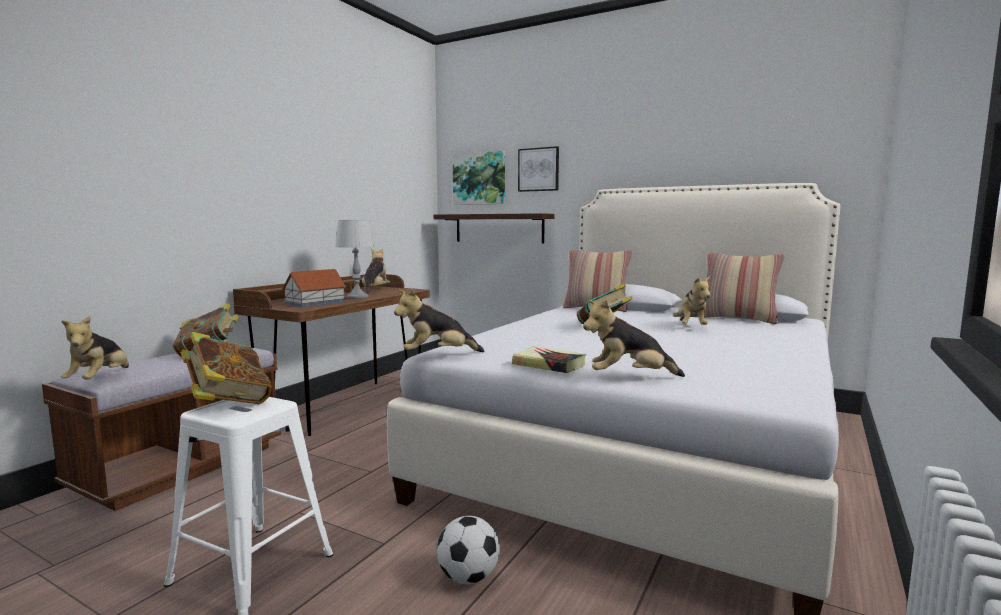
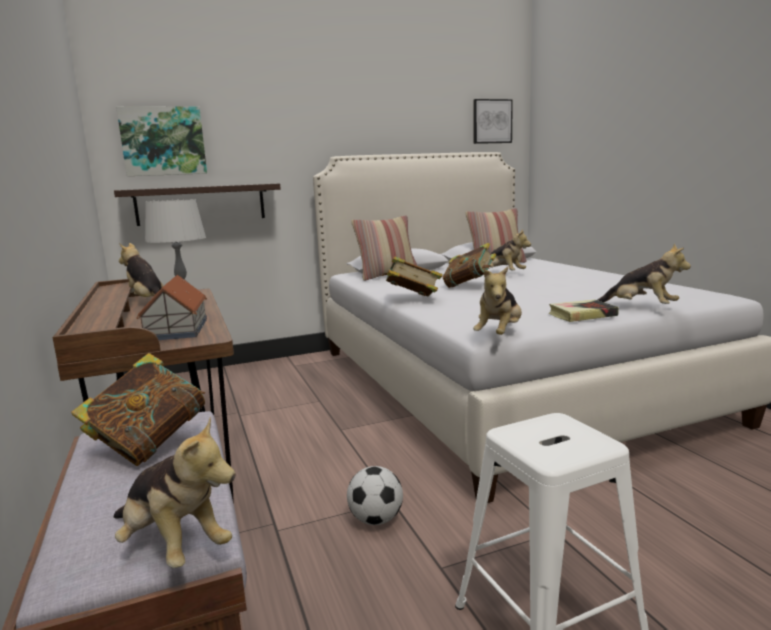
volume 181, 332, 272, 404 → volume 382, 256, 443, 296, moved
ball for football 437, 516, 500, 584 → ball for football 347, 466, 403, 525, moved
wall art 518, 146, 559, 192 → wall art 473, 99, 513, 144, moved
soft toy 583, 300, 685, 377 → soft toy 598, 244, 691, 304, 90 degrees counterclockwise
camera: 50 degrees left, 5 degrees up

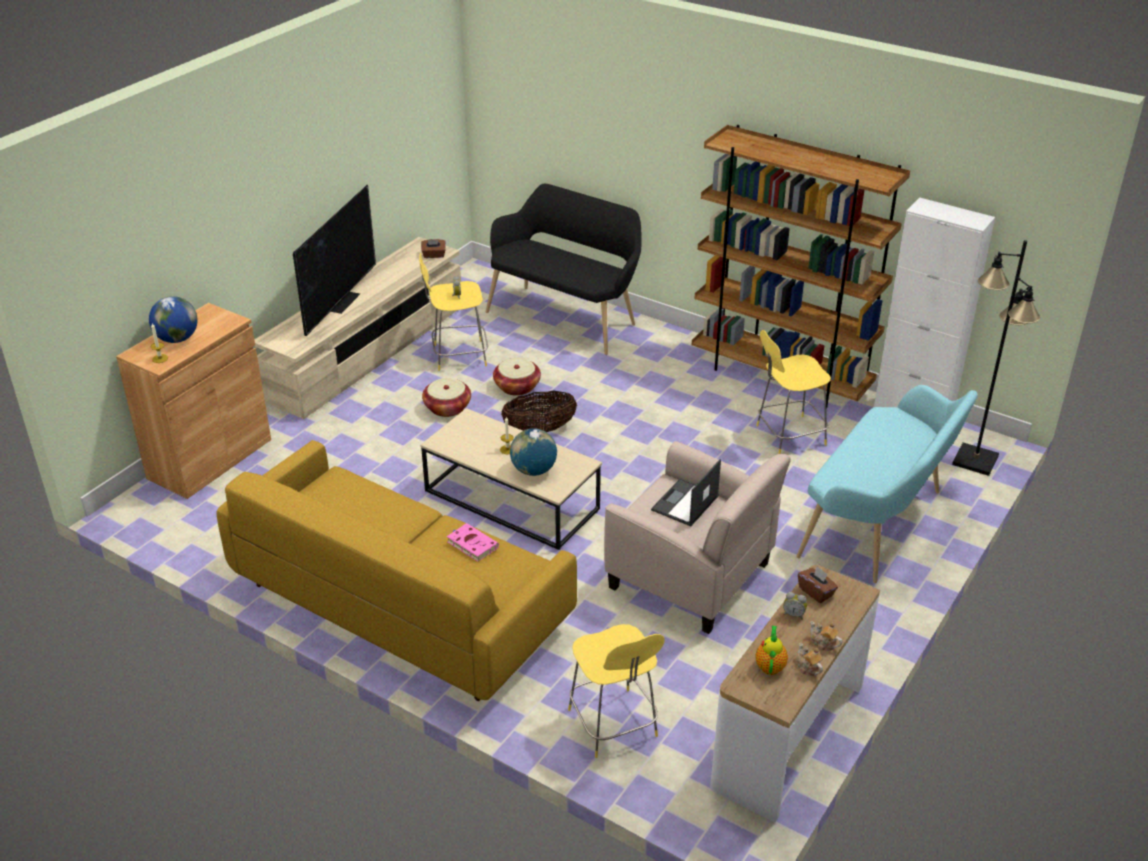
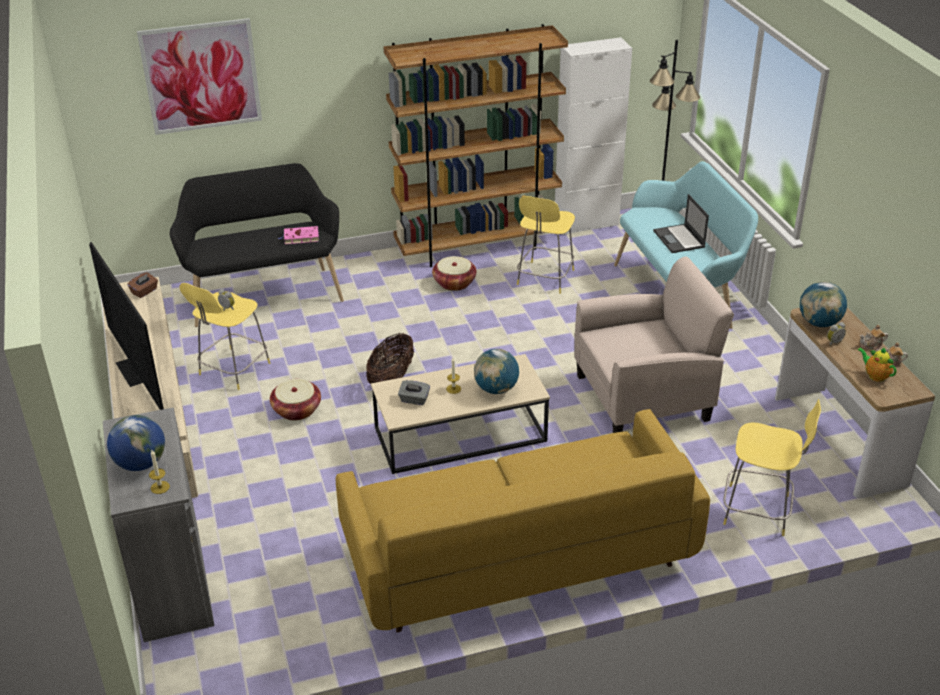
cupboard in brownish 116, 303, 271, 499 → cupboard in grey 103, 407, 215, 642
volume in pink 447, 523, 499, 562 → volume in pink 278, 226, 319, 244, moved
basket 493, 358, 541, 396 → basket 432, 256, 476, 291, moved
portable computer 651, 459, 721, 526 → portable computer 653, 194, 709, 253, moved
tissue holder in brownish 798, 566, 838, 603 → globe 800, 282, 847, 327
- → wall art 137, 18, 262, 135
- → tissue holder in grey 398, 380, 430, 405
camera: 50 degrees left, 0 degrees up

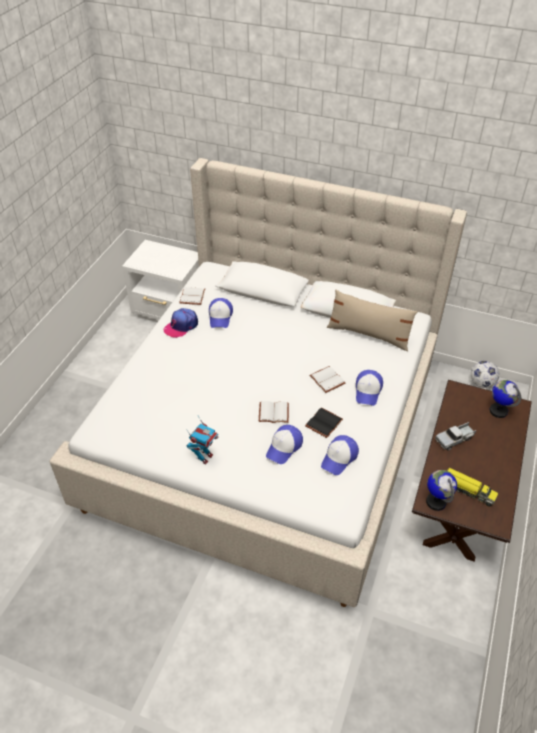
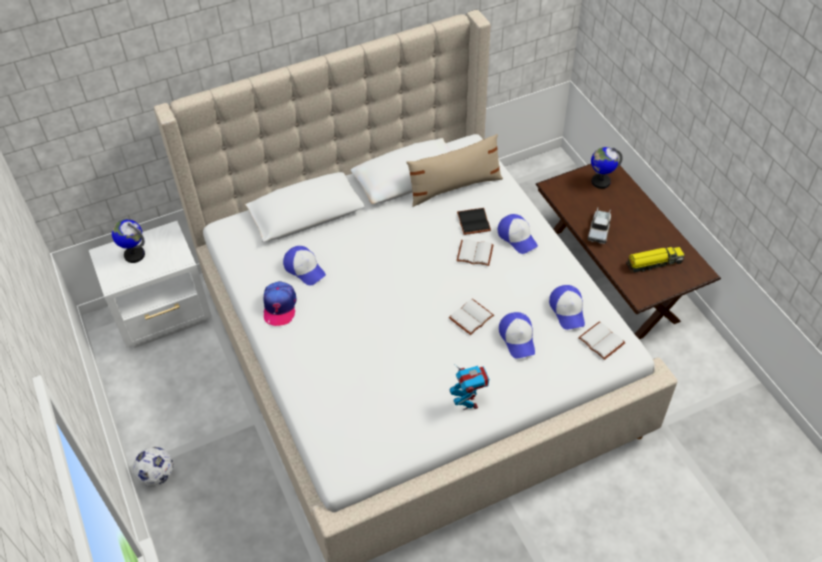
volume in whitish 179, 287, 205, 305 → volume in whitish 578, 322, 625, 360, moved
volume in black-coloured 305, 407, 343, 438 → volume in black-coloured 457, 208, 491, 235, moved
globe 426, 470, 457, 511 → globe 112, 219, 145, 263, moved
ball for football 471, 361, 499, 388 → ball for football 133, 447, 173, 487, moved
camera: 45 degrees left, 5 degrees up

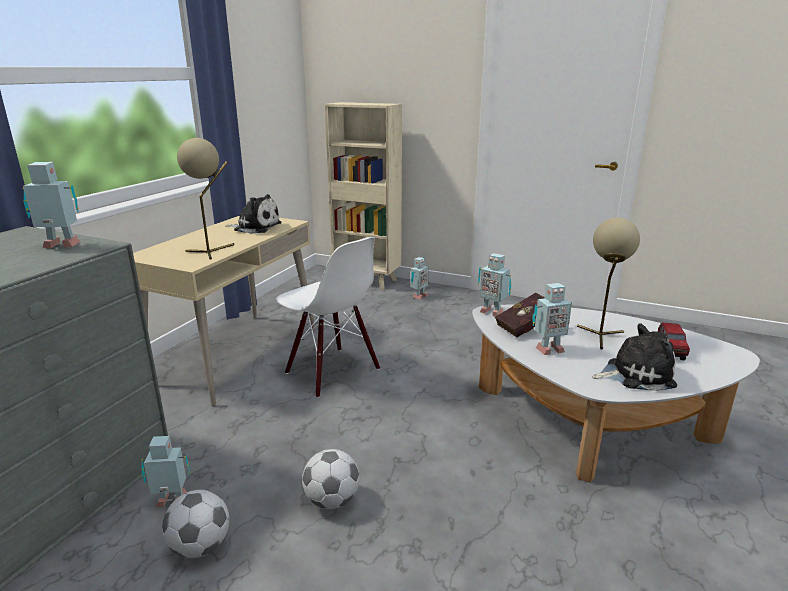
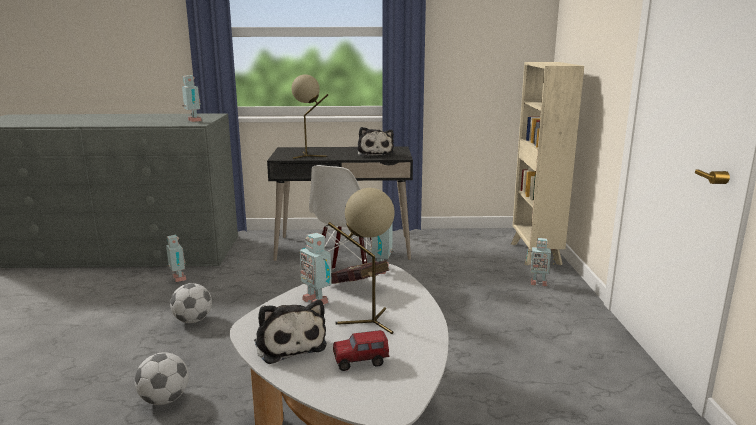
desk unit in beige-coloured 133, 216, 316, 407 → desk unit in black-coloured 267, 147, 413, 261
ball for football 162, 490, 229, 558 → ball for football 135, 352, 189, 405, moved
camera: 65 degrees right, 5 degrees down

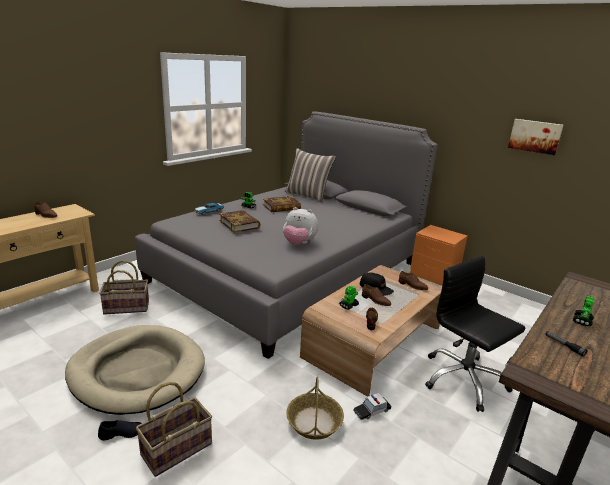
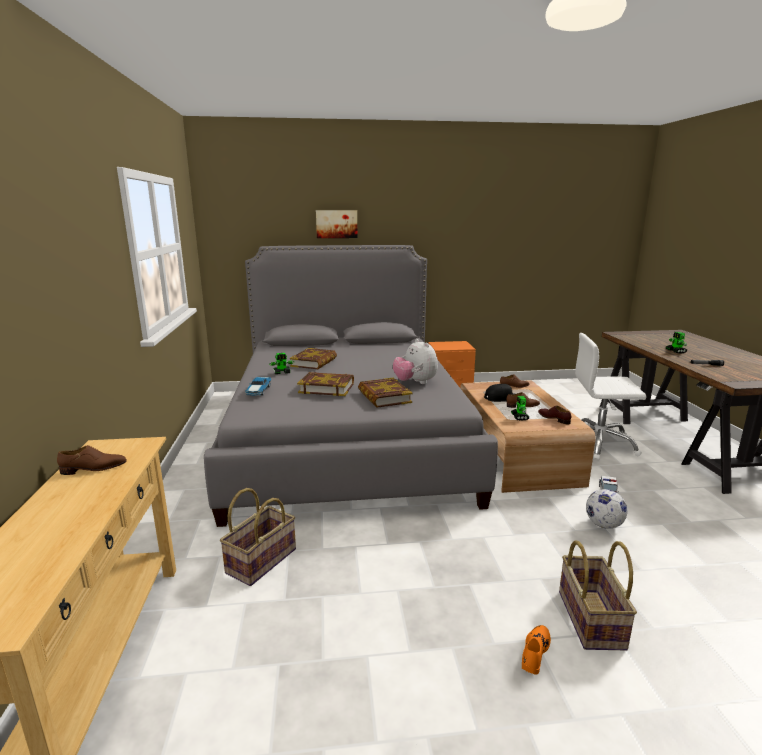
pet bed in beige-coloured 65, 325, 205, 415 → -
shoe in black-coloured 98, 420, 141, 441 → shoe in orange-coloured 522, 625, 551, 675
soft toy 283, 207, 318, 245 → soft toy 393, 339, 438, 384, 90 degrees clockwise
cushion 285, 148, 336, 202 → -
basket 286, 377, 344, 440 → ball for football 586, 489, 628, 529
office chair in black-coloured 425, 256, 525, 412 → office chair in whitish 575, 333, 647, 460
wall art 508, 119, 563, 155 → wall art 316, 210, 358, 238, moved
- → volume 358, 378, 413, 408
camera: 45 degrees left, 5 degrees down

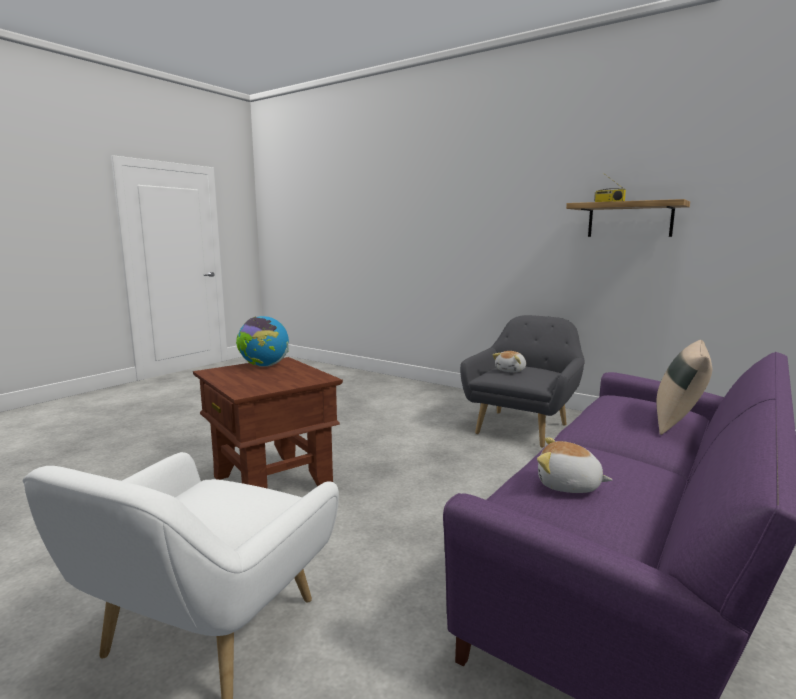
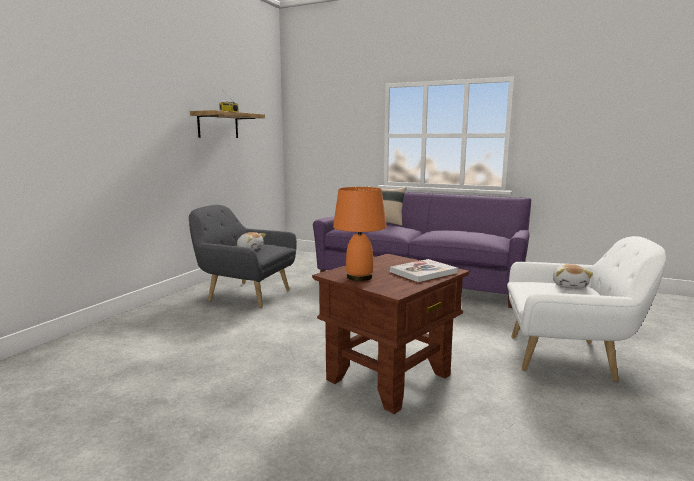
globe 236, 316, 289, 367 → table lamp in orange-coloured 333, 187, 387, 281
soft toy 537, 437, 612, 493 → soft toy 553, 264, 593, 289, moved
- → volume 390, 259, 458, 282
camera: 100 degrees left, 0 degrees up

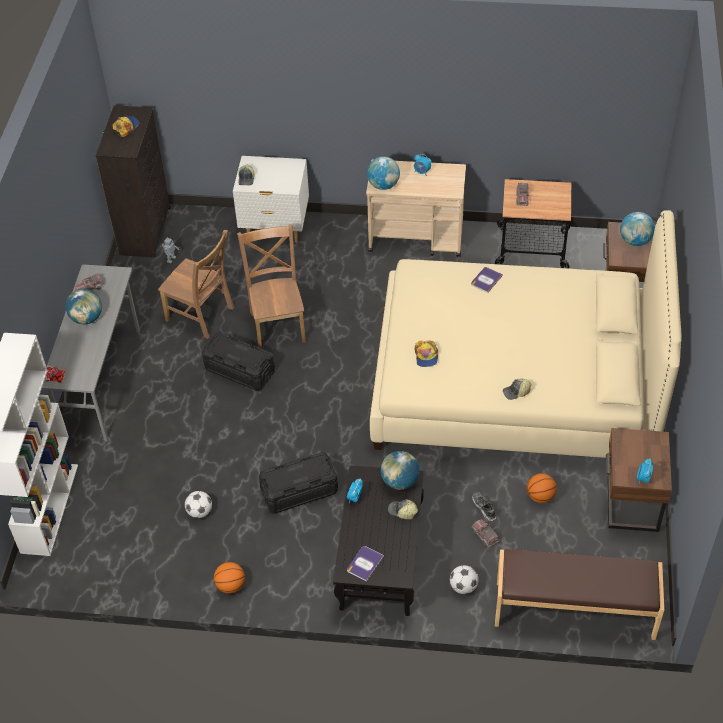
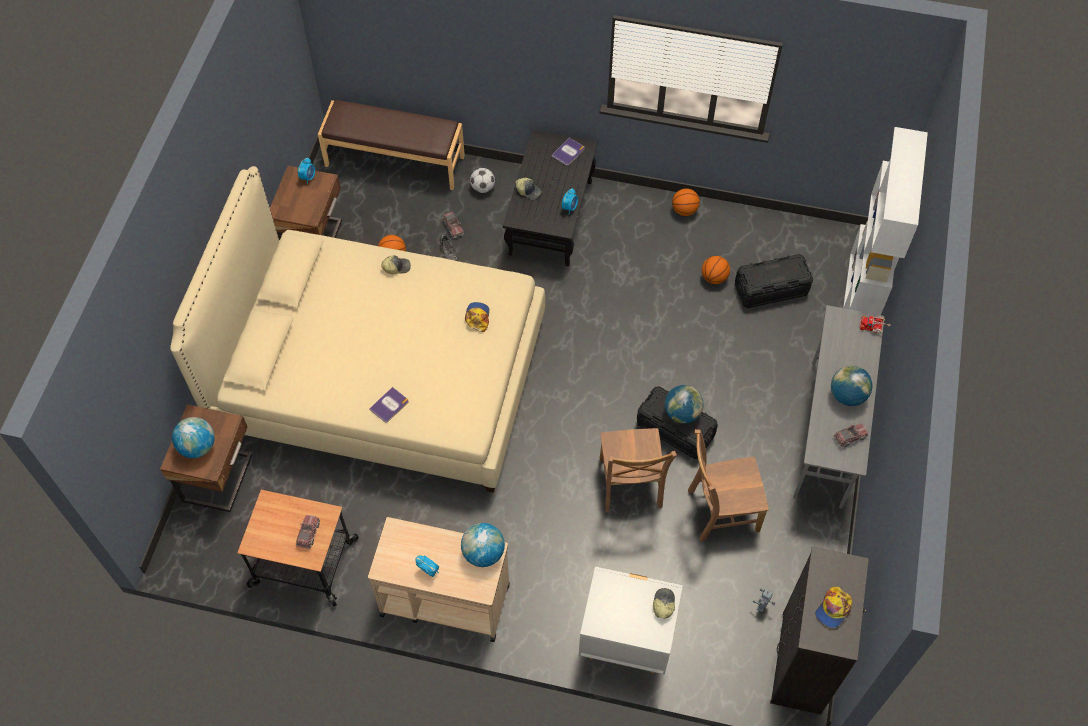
upright chair in brownish 158, 230, 234, 339 → upright chair in brownish 688, 429, 769, 542, 45 degrees counterclockwise
ball for football 185, 491, 212, 518 → ball for basketball 702, 256, 730, 284
storage bin in black-coloured 259, 452, 338, 514 → storage bin in black-coloured 735, 254, 813, 308, moved
globe 381, 451, 420, 490 → globe 665, 385, 703, 424, moved
camera: 175 degrees left, 10 degrees up

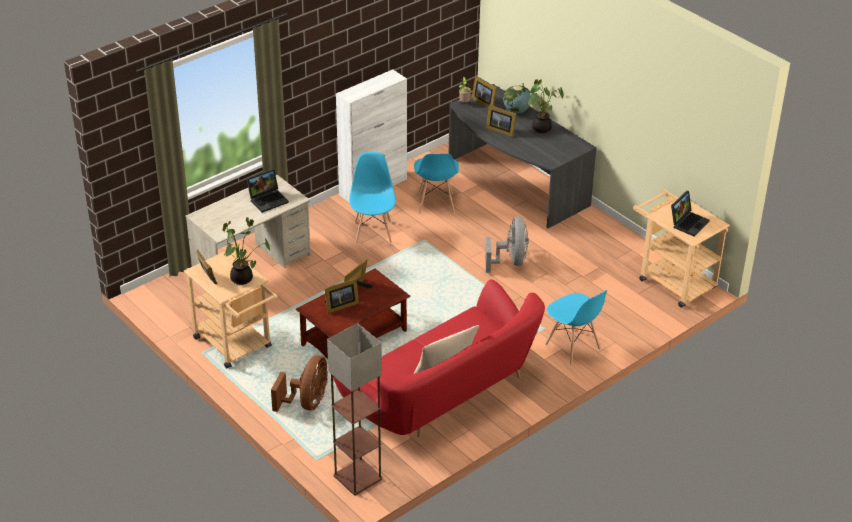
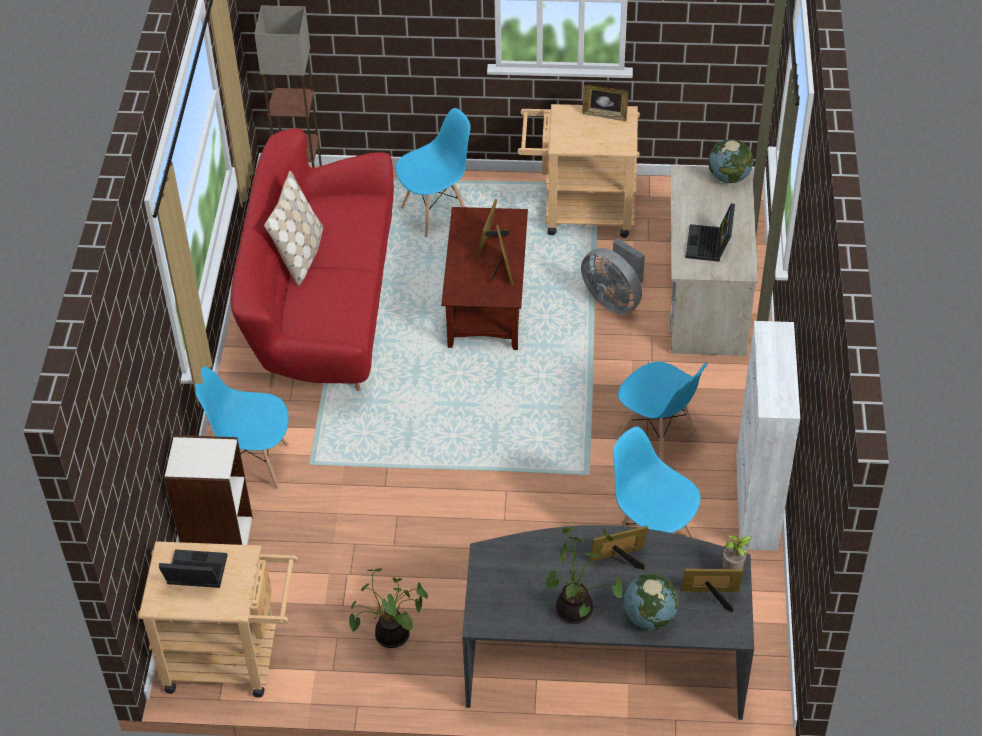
houseplant 223, 217, 270, 285 → houseplant 349, 568, 428, 648, moved
fan in brownish 271, 355, 328, 412 → upright chair in blue-coloured 396, 108, 471, 237
fan in grey 485, 216, 529, 273 → fan in grey 581, 238, 645, 314, moved
portable computer 671, 191, 710, 236 → portable computer 159, 549, 227, 588, 105 degrees clockwise
- → shelving unit 164, 435, 253, 545
- → globe 708, 139, 754, 183
camera: 135 degrees right, 10 degrees up

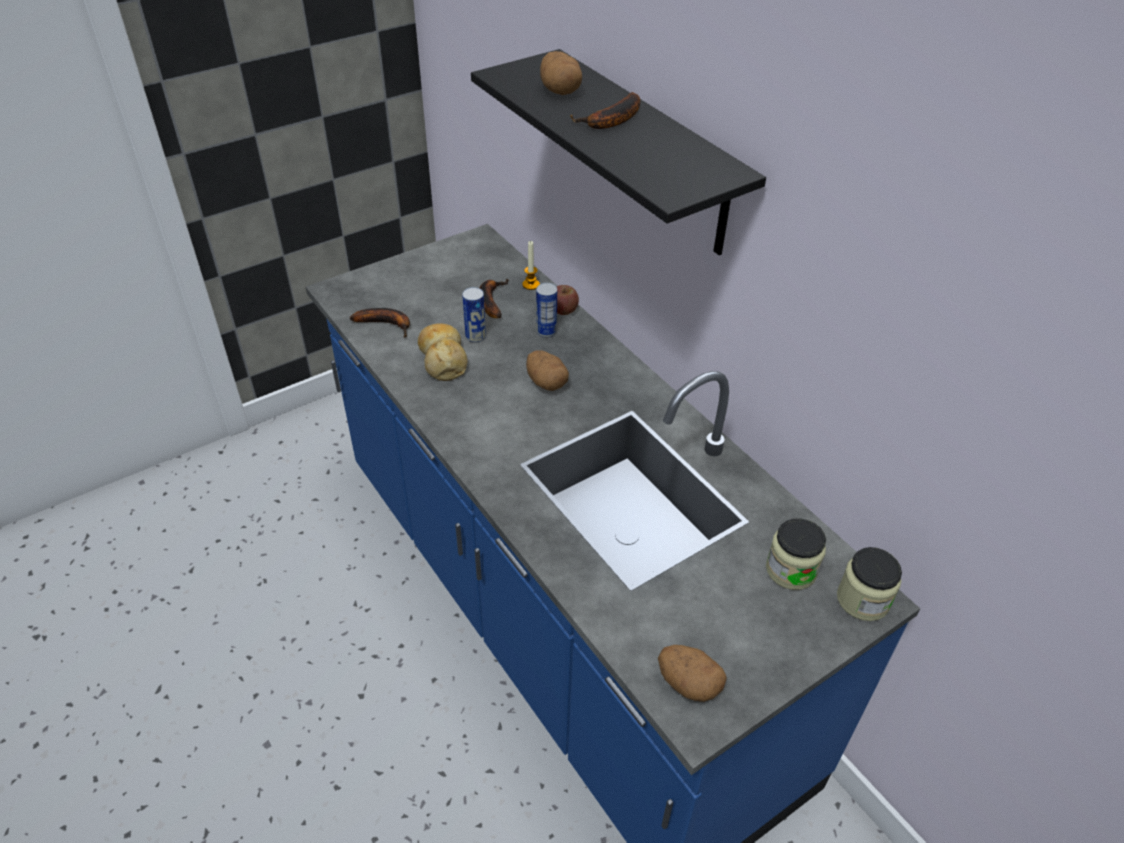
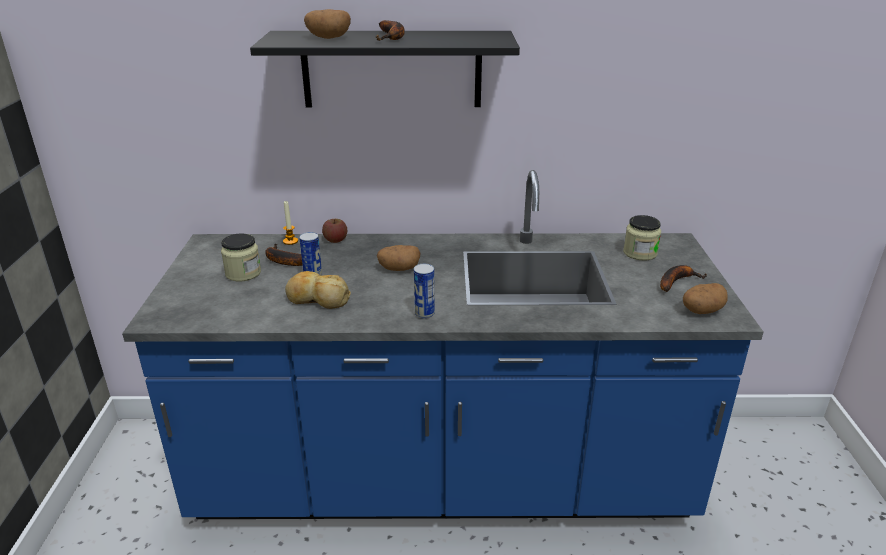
banana 350, 308, 410, 338 → banana 660, 265, 707, 292, moved
sealed can 536, 283, 557, 338 → sealed can 414, 264, 435, 318, moved
storage jar 837, 547, 902, 621 → storage jar 221, 233, 261, 282, moved
camera: 55 degrees left, 15 degrees down

